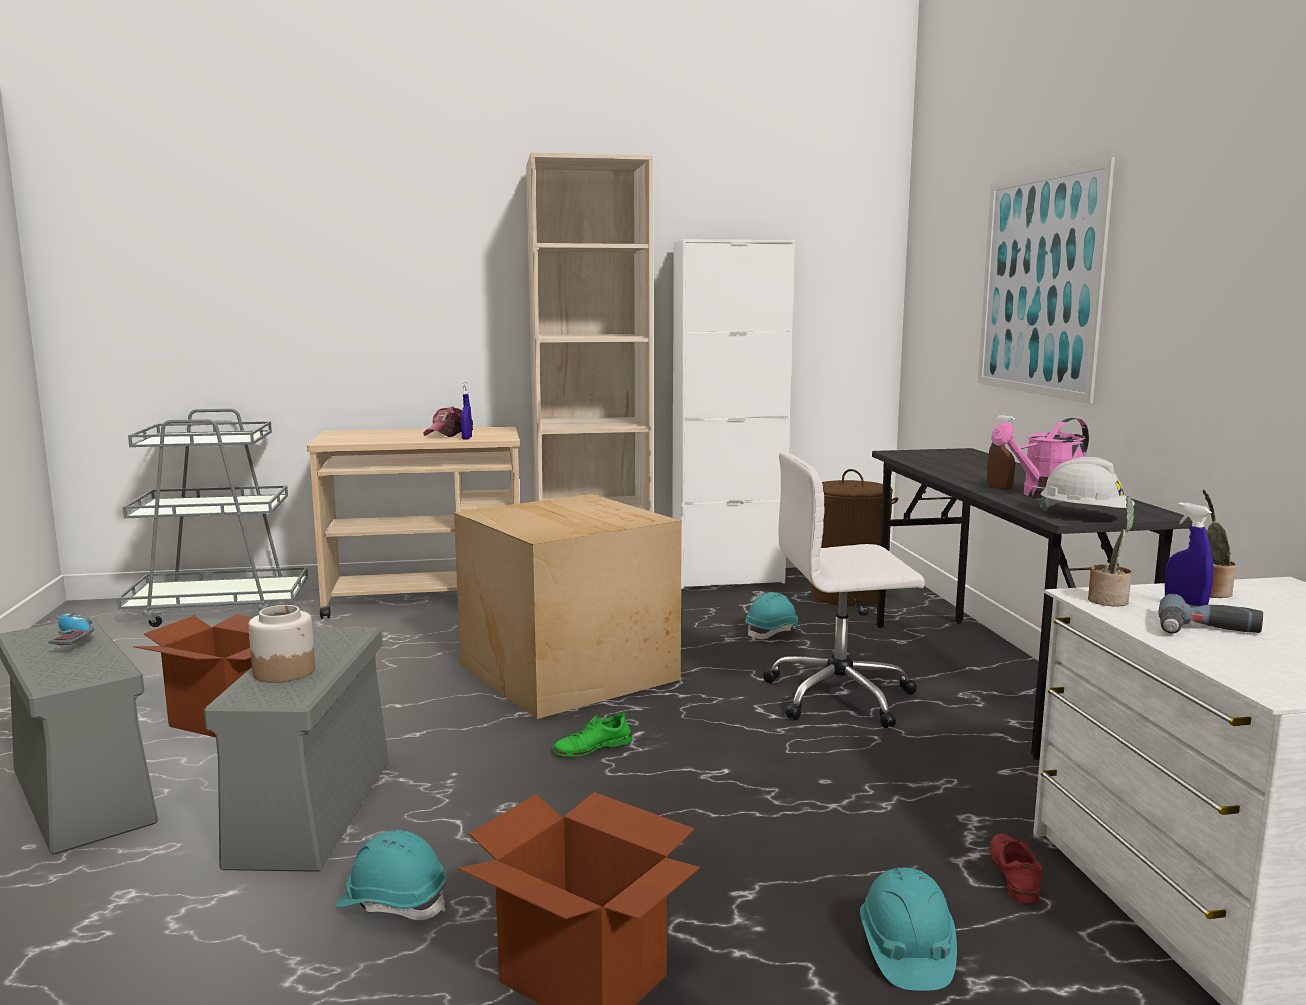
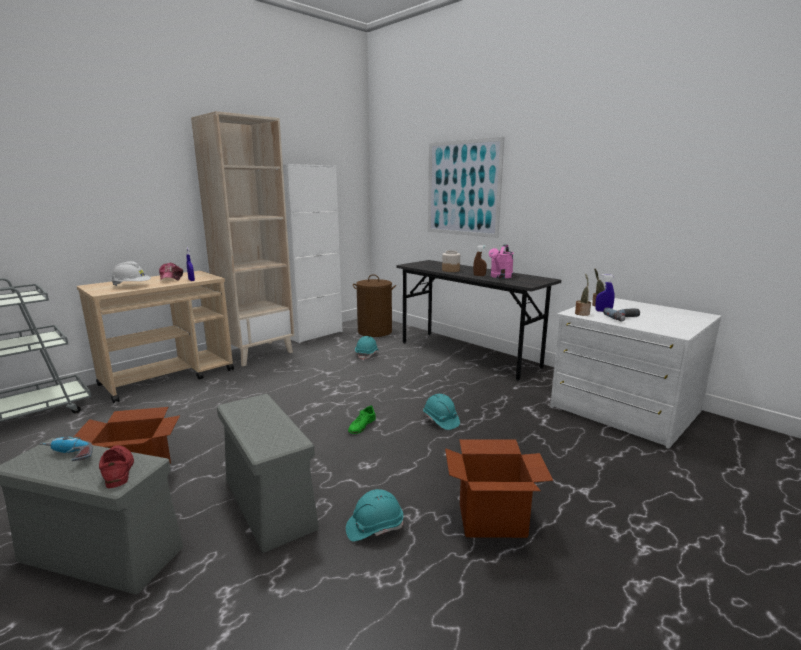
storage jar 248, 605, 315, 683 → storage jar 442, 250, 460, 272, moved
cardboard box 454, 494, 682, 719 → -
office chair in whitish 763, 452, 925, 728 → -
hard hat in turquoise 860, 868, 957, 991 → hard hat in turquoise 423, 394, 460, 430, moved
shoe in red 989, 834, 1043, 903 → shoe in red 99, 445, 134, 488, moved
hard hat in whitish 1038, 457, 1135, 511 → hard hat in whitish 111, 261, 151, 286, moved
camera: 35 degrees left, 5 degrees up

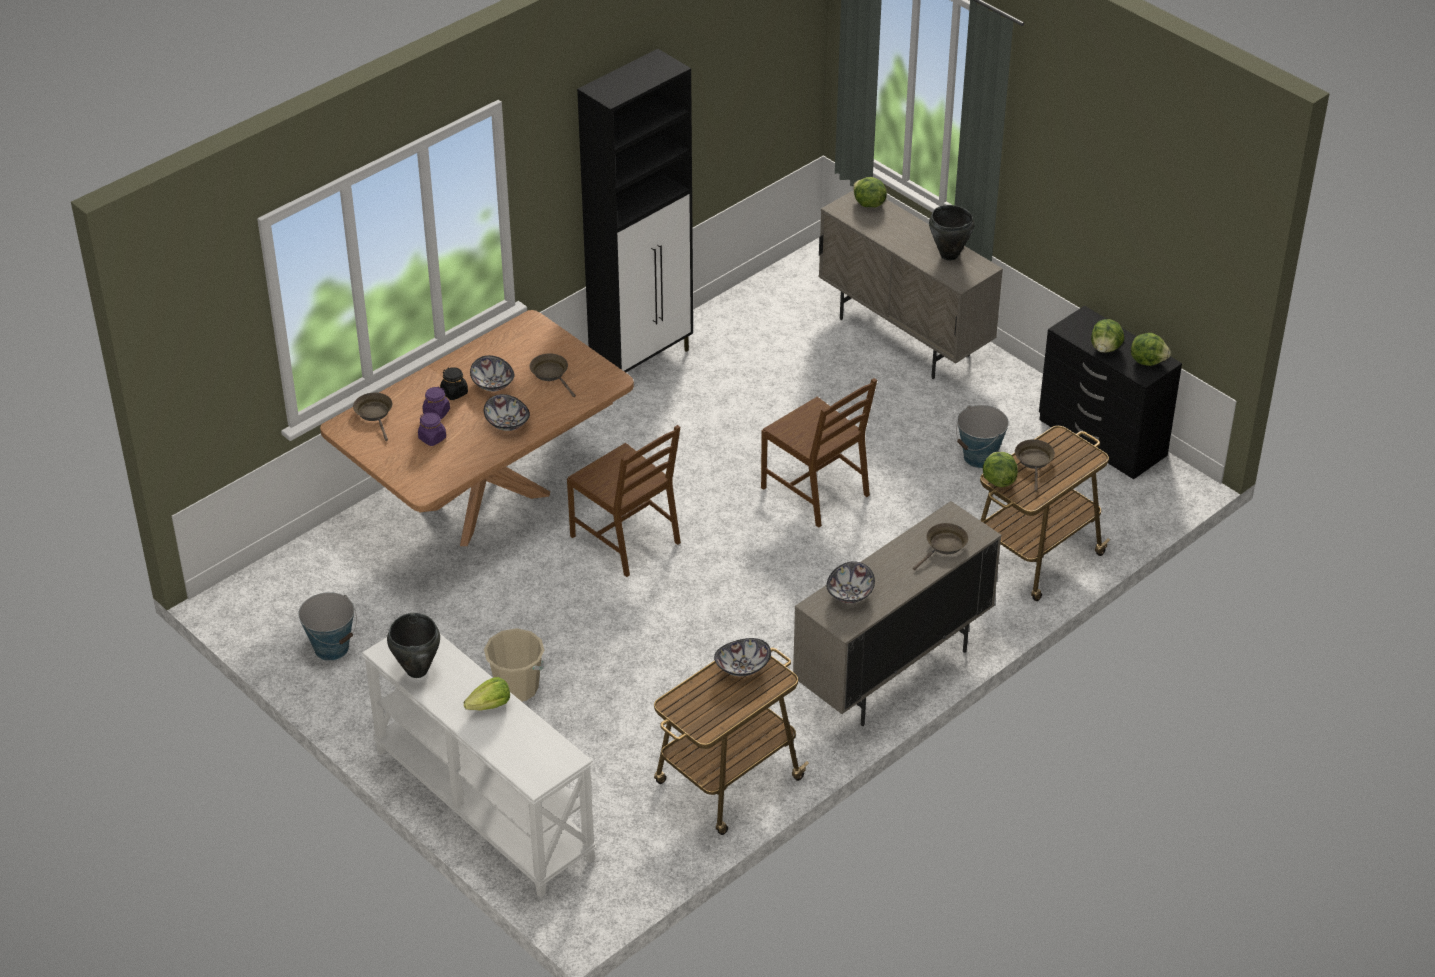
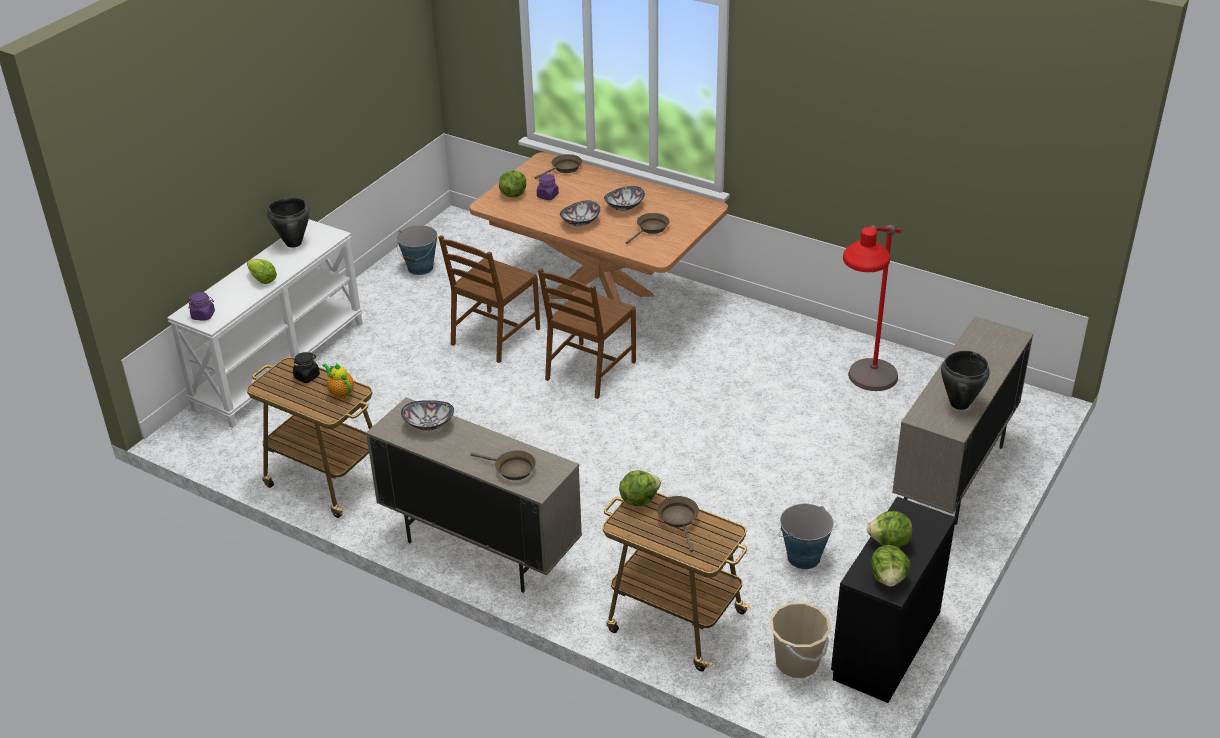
storage jar in purplish 422, 387, 450, 419 → storage jar in purplish 188, 292, 215, 320, moved
storage jar in black-coloured 440, 367, 468, 400 → storage jar in black-coloured 293, 352, 320, 383, moved
pail in beige-coloured 484, 628, 545, 702 → pail in beige-coloured 770, 602, 831, 678, moved
cupboard in black-coloured 577, 49, 693, 372 → -
bowl 714, 638, 771, 676 → pot for tea 322, 363, 354, 399
upright chair in brownish 761, 378, 877, 528 → upright chair in brownish 438, 235, 540, 363, moved
lettuce 853, 177, 887, 207 → lettuce 499, 170, 526, 197, moved
pan in brownish 1015, 439, 1055, 492 → pan in brownish 657, 496, 699, 552, 90 degrees counterclockwise
- → floor lamp in red 843, 225, 902, 391
camera: 75 degrees right, 5 degrees down

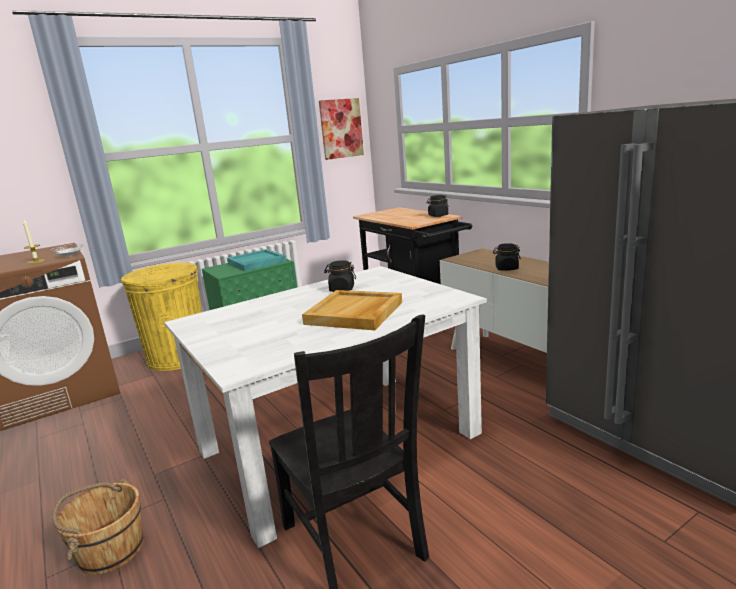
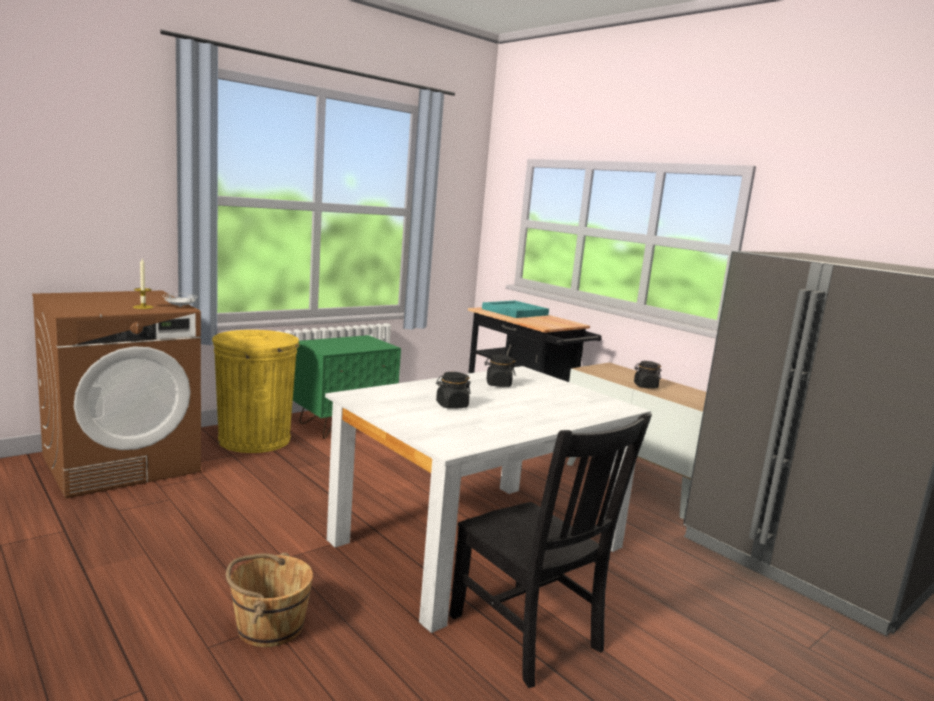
serving tray in turquoise 227, 249, 286, 271 → serving tray in turquoise 482, 301, 549, 318, moved
serving tray in beige-coloured 302, 290, 402, 330 → -
wall art 319, 98, 364, 160 → -
storage jar in black-coloured 427, 195, 449, 217 → storage jar in black-coloured 436, 372, 471, 409, moved
camera: 10 degrees left, 5 degrees down

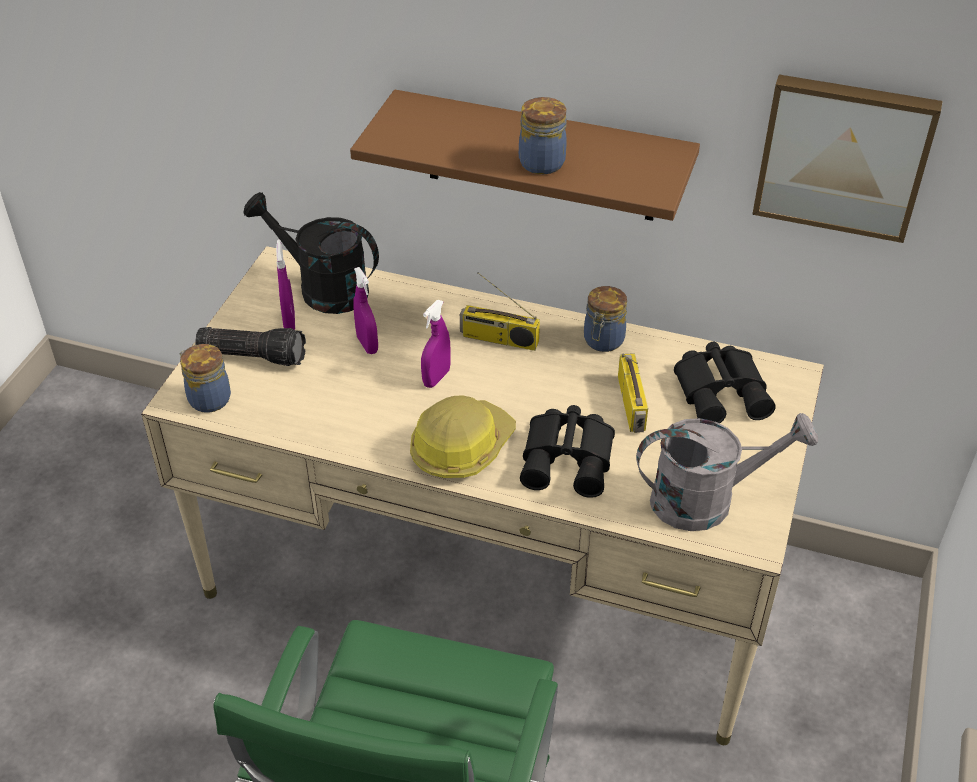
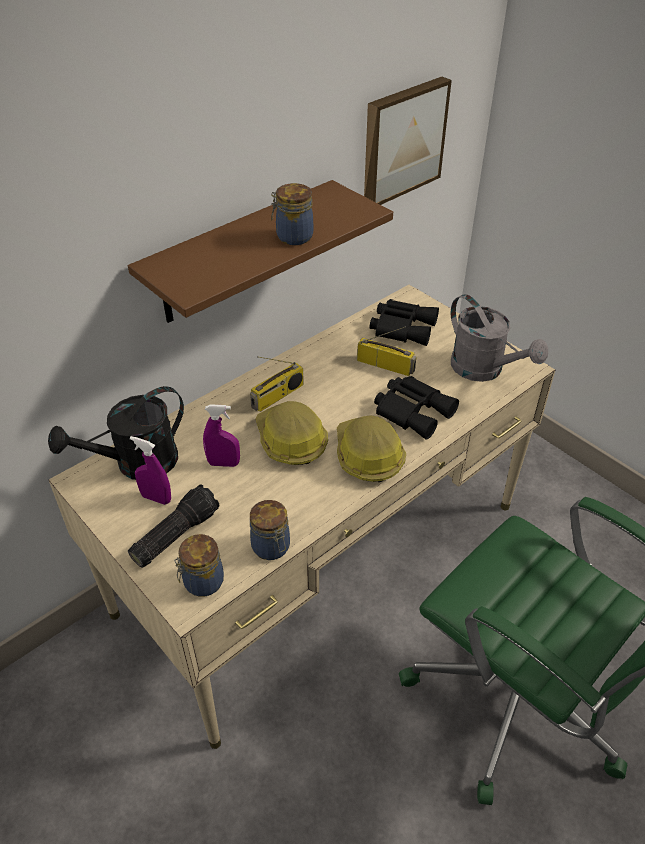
sprayer in purplish 421, 300, 451, 388 → hard hat 255, 401, 328, 465
storage jar 584, 286, 627, 352 → storage jar 250, 500, 290, 560, moved
watering pot in grey 636, 413, 818, 531 → watering pot in grey 451, 294, 548, 382, 120 degrees clockwise
camera: 60 degrees left, 0 degrees up

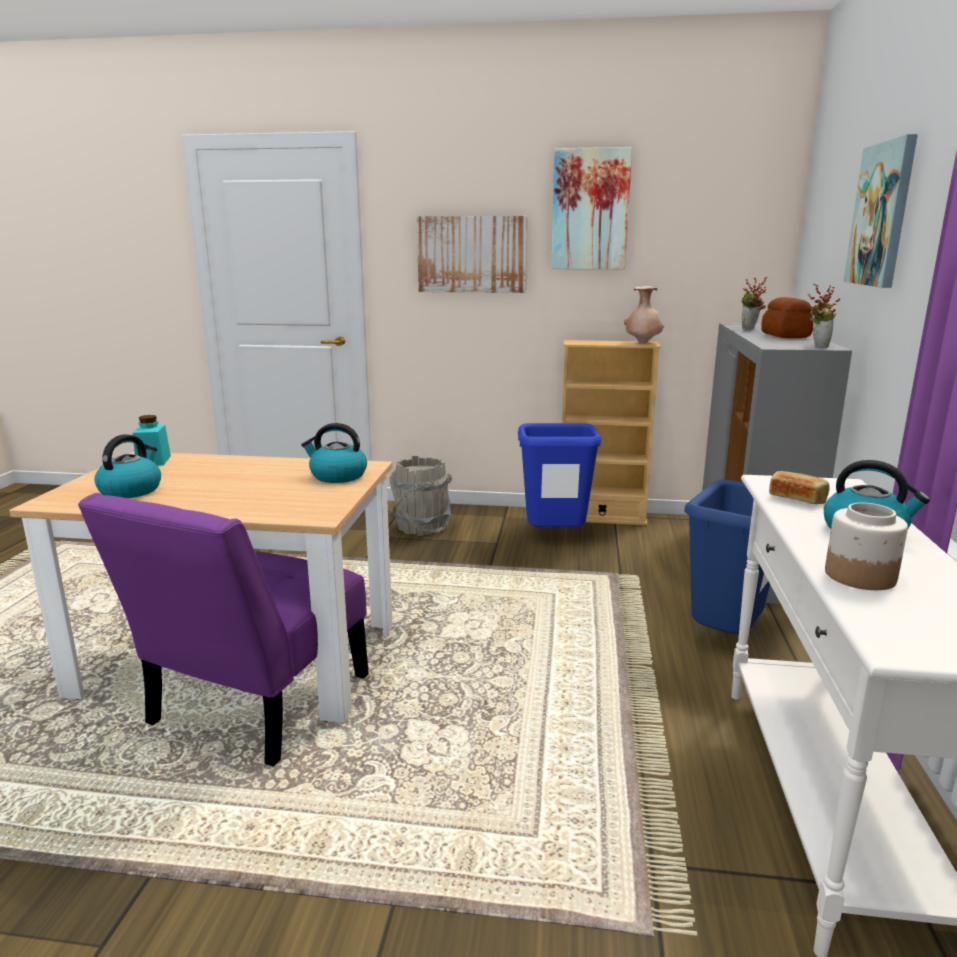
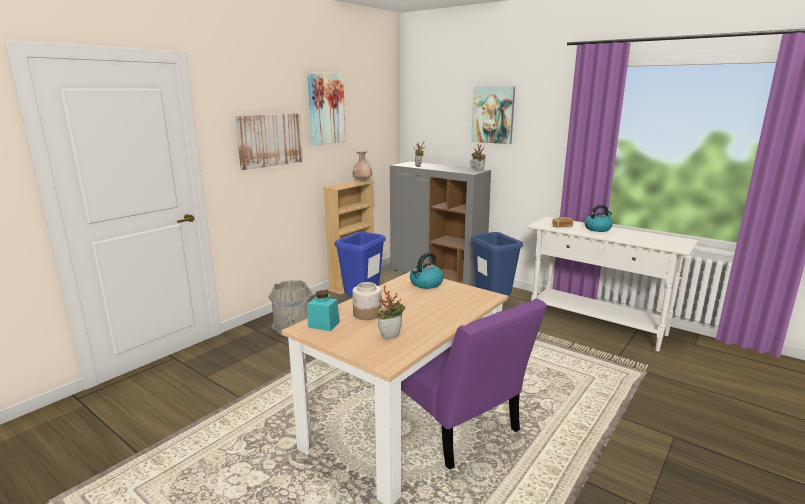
water kettle 94, 434, 161, 498 → houseplant 377, 285, 405, 340
bread 761, 297, 813, 338 → -
storage jar 825, 503, 908, 590 → storage jar 352, 282, 382, 320, moved
camera: 60 degrees left, 0 degrees up

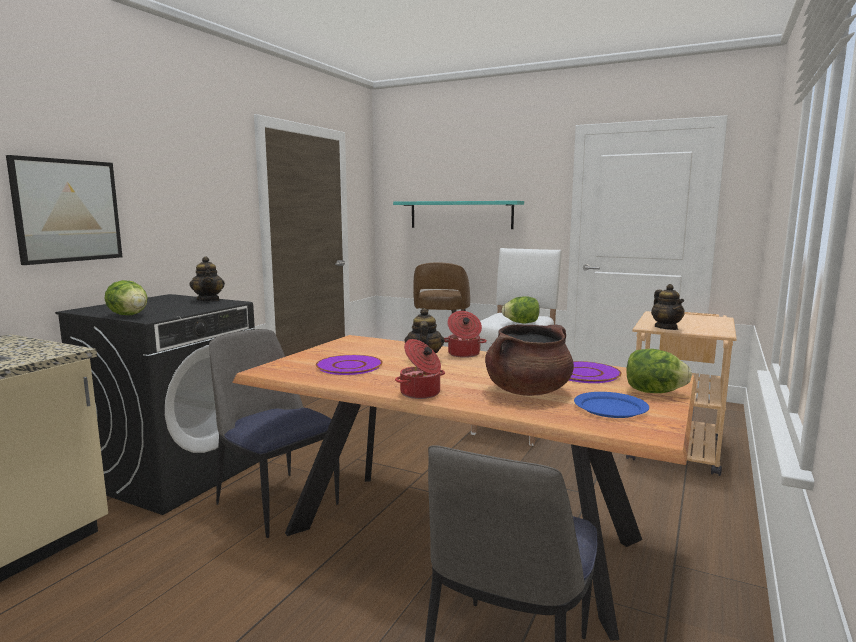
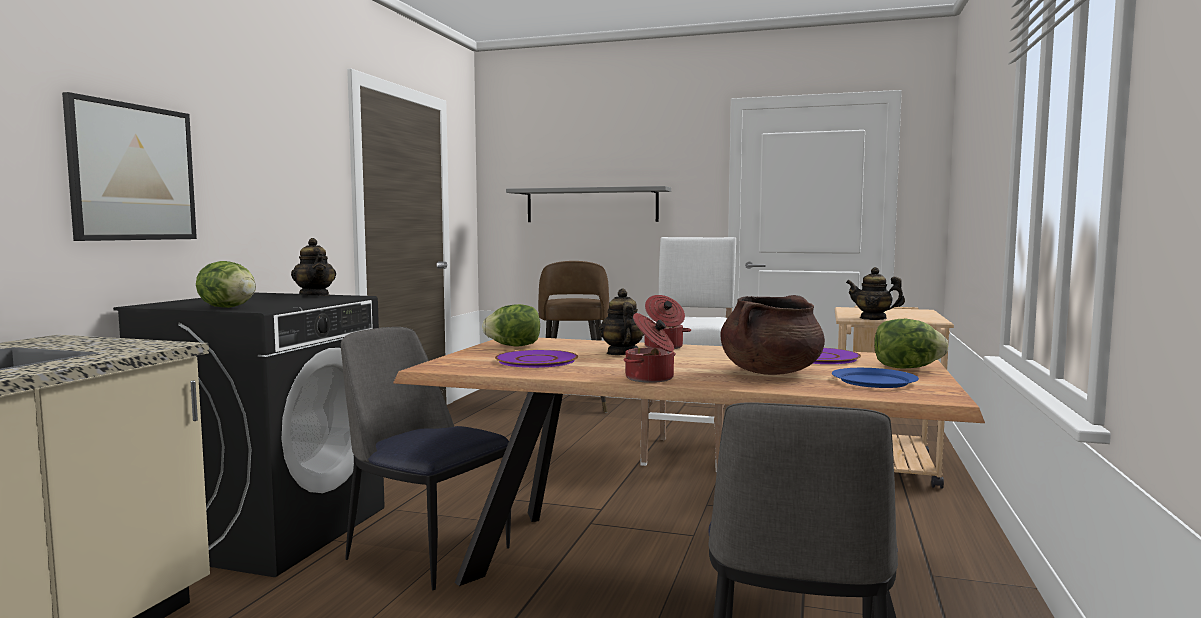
wall shelf in turquoise 393, 201, 524, 229 → wall shelf in grey 506, 186, 671, 222
lettuce 502, 296, 540, 323 → lettuce 482, 304, 540, 347, moved
pot for tea 651, 284, 685, 330 → pot for tea 846, 267, 905, 320, 135 degrees clockwise
camera: 10 degrees left, 5 degrees down

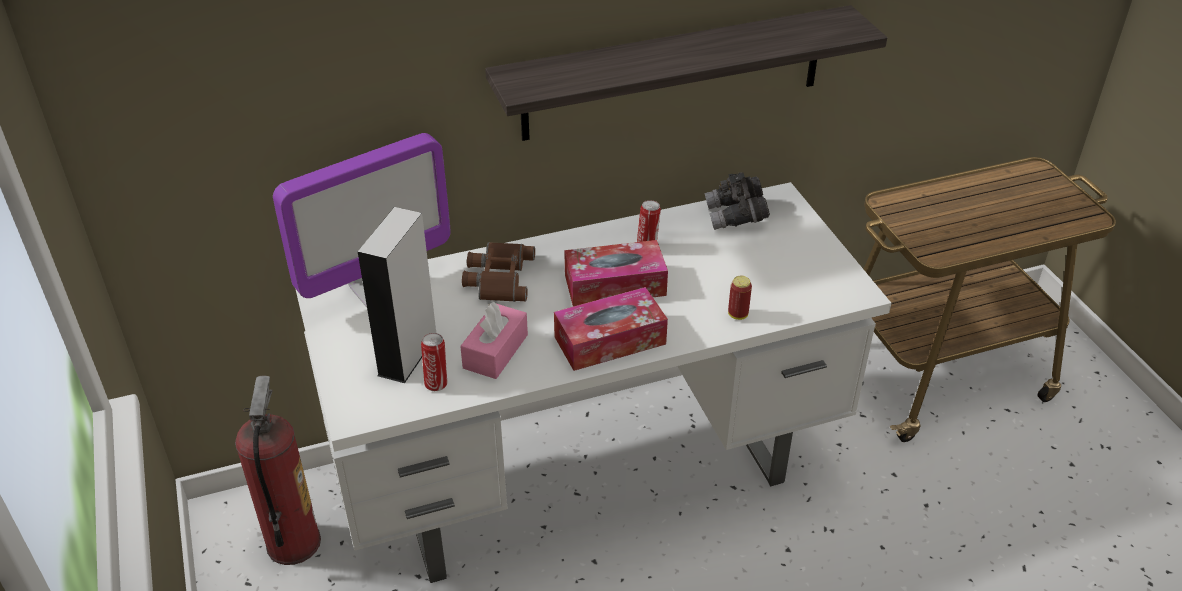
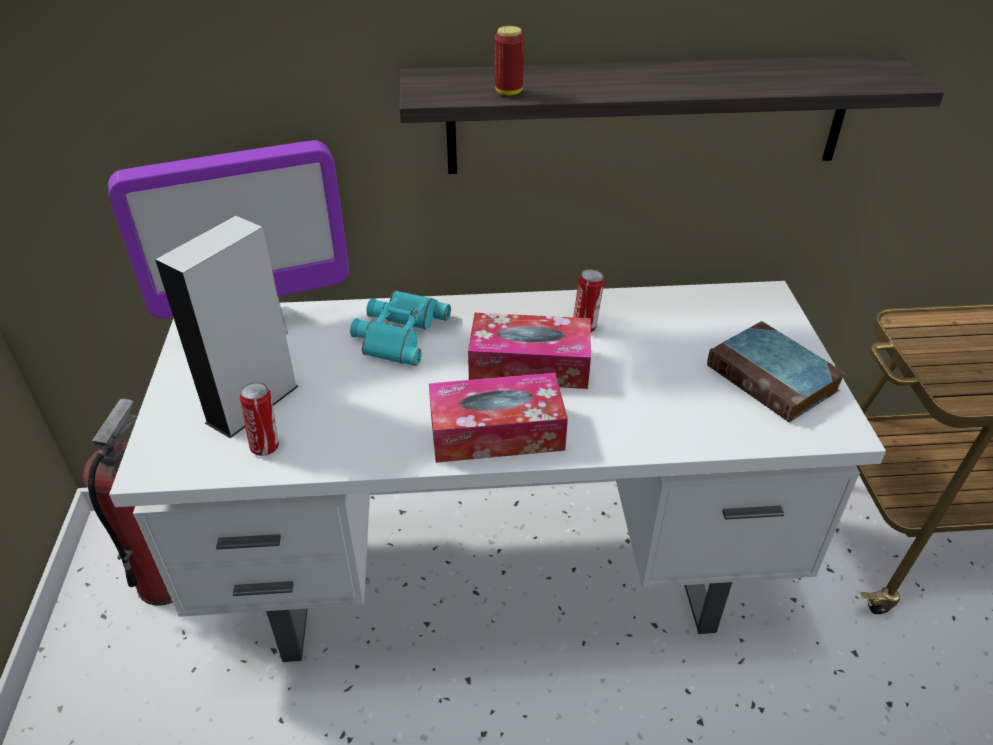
tissue holder in pink 460, 302, 528, 379 → -
field glasses in brownish 462, 242, 535, 302 → field glasses in turquoise 350, 290, 451, 366
field glasses in grey 704, 172, 770, 230 → -
sealed can 728, 276, 752, 320 → sealed can 495, 26, 524, 96, moved
- → volume 707, 321, 846, 422
camera: 15 degrees right, 0 degrees up

